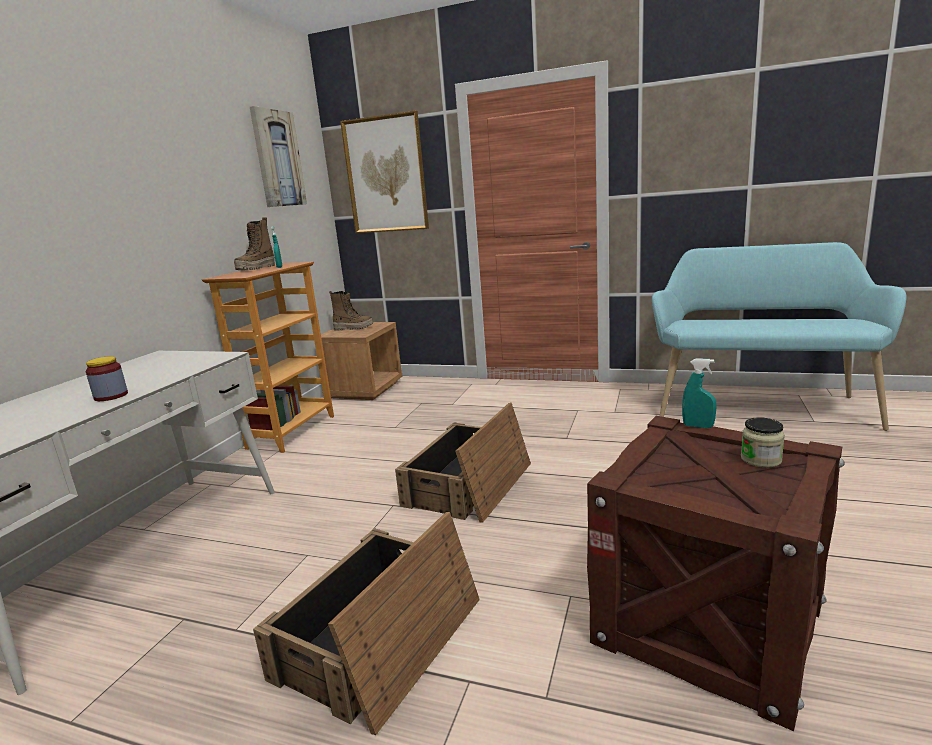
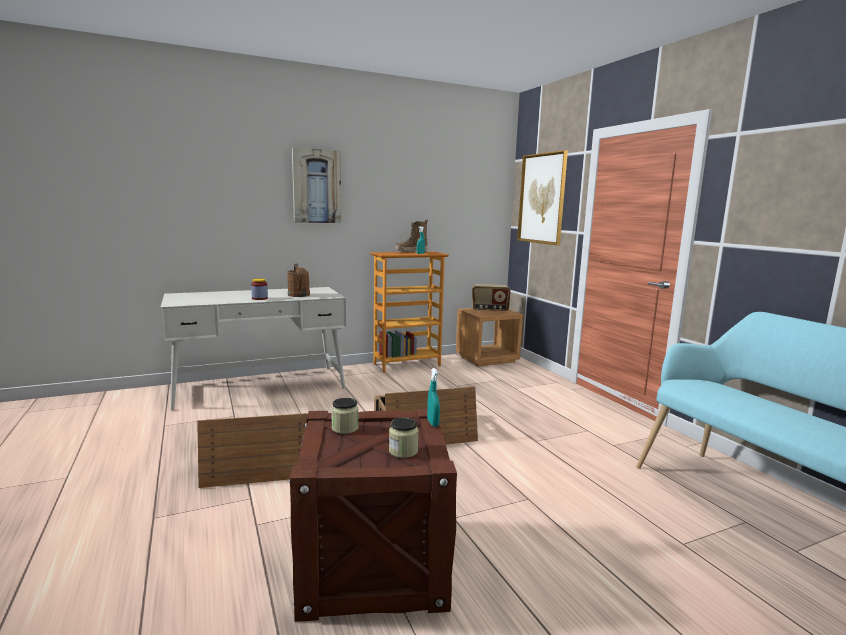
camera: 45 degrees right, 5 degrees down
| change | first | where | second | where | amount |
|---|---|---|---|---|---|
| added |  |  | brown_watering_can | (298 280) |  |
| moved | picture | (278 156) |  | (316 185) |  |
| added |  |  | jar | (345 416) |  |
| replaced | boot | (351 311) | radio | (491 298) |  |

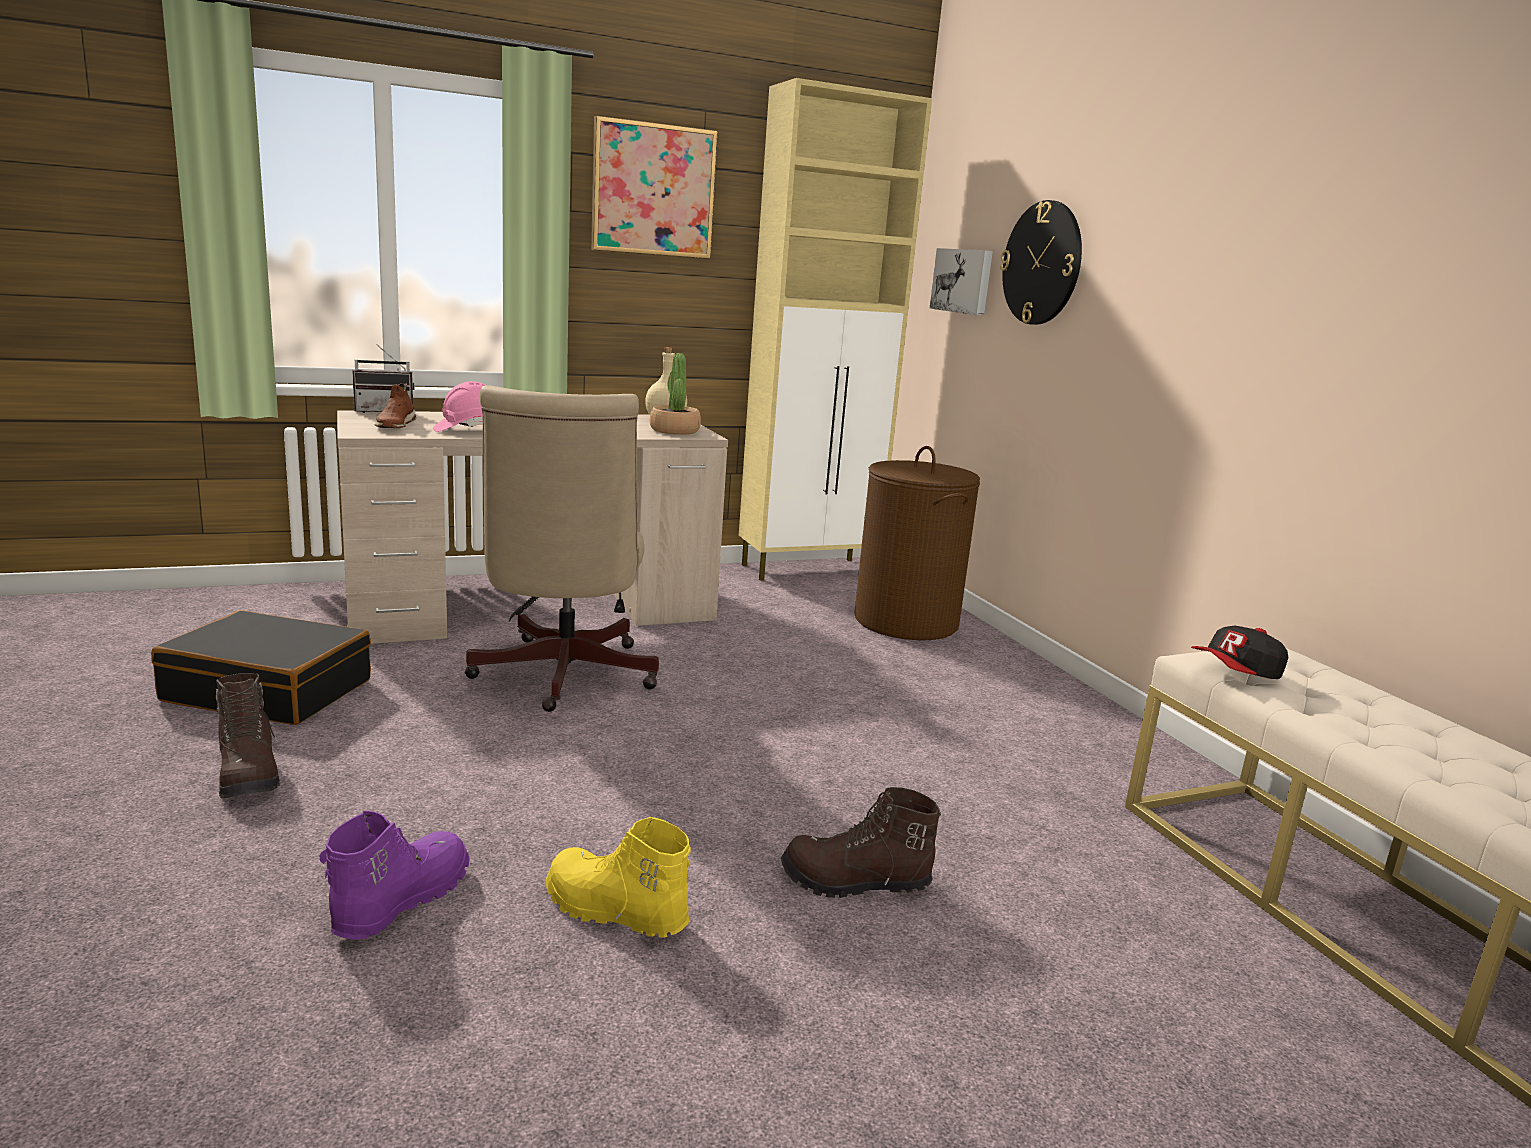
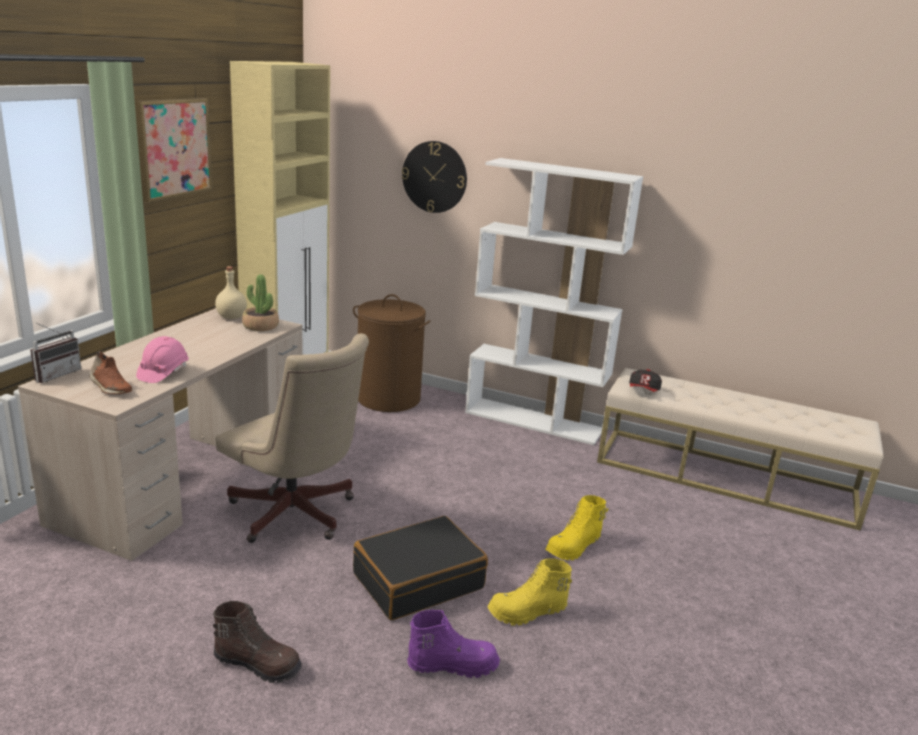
camera: 45 degrees left, 5 degrees up
| change | first | where | second | where | amount |
|---|---|---|---|---|---|
| moved | black_suitcase | (261 667) |  | (420 568) |  |
| turned | purple_boot | (394 875) |  | (453 644) | 105 degrees clockwise |
| added |  |  | white_bookcase | (554 301) |  |
| recoloured | brown_boot | (861 842) | yellow_boot | (577 527) |  |
| removed | picture | (961 282) |  |  |  |

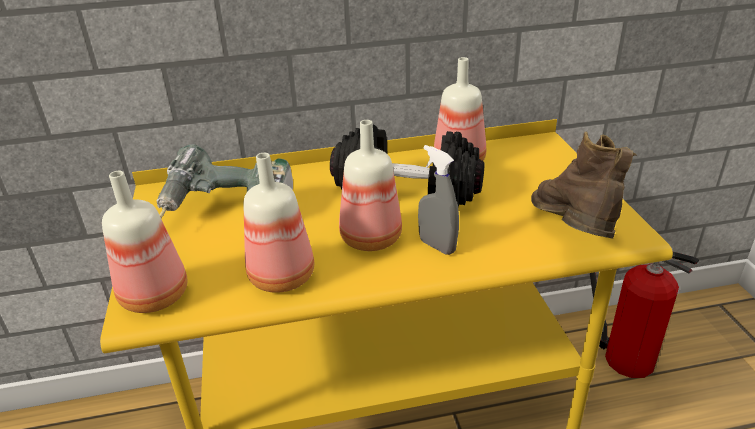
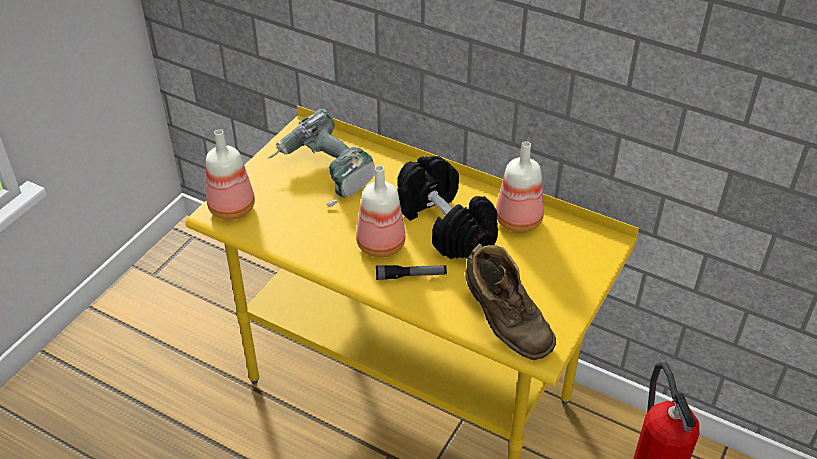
camera: 40 degrees right, 10 degrees up
| change | first | where | second | where | amount |
|---|---|---|---|---|---|
| replaced | grey_spray_bottle | (438 200) | flashlight | (411 272) |  |
| turned | brown_boot | (584 185) |  | (510 302) | 105 degrees clockwise |
| removed | bottle | (279 223) |  |  |  |

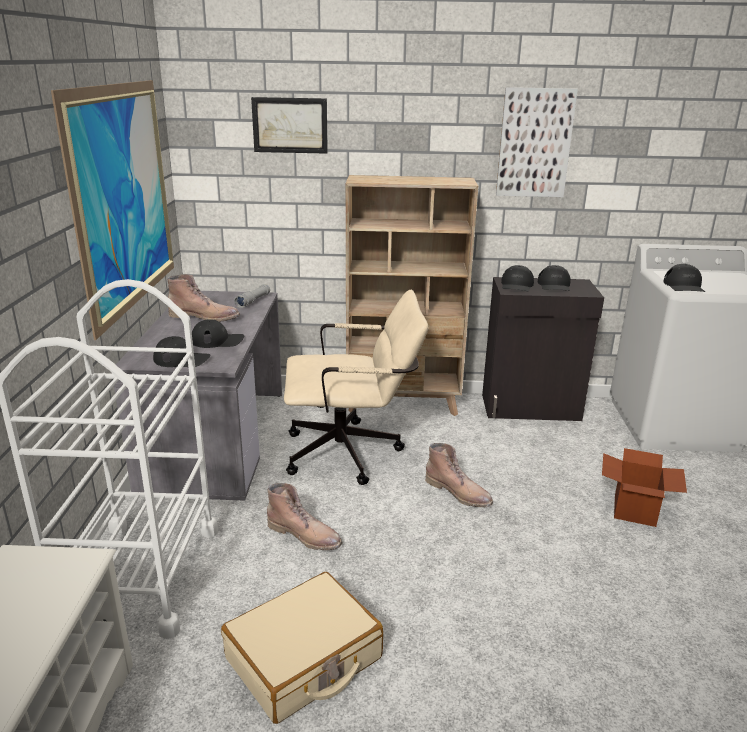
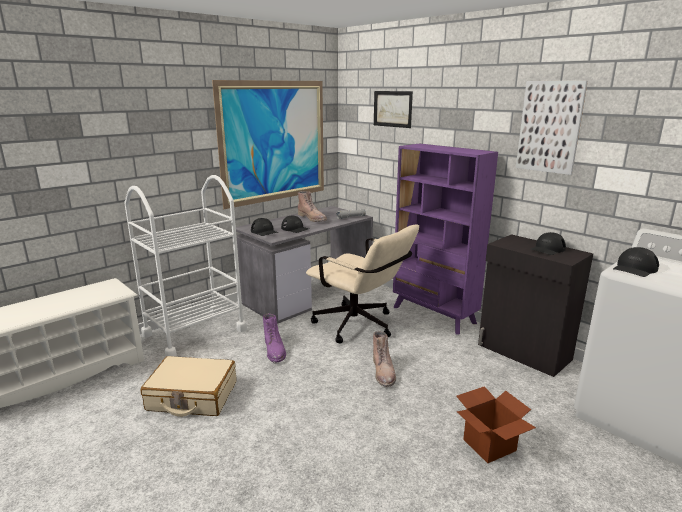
camera: 45 degrees right, 5 degrees down
| change | first | where | second | where | amount |
|---|---|---|---|---|---|
| recoloured | brown_boot | (304 516) | purple_boot | (274 337) |  |
| recoloured | beige_bookcase | (412 295) | purple_bookcase | (445 239) |  |
| removed | black_cap | (517 278) |  |  |  |

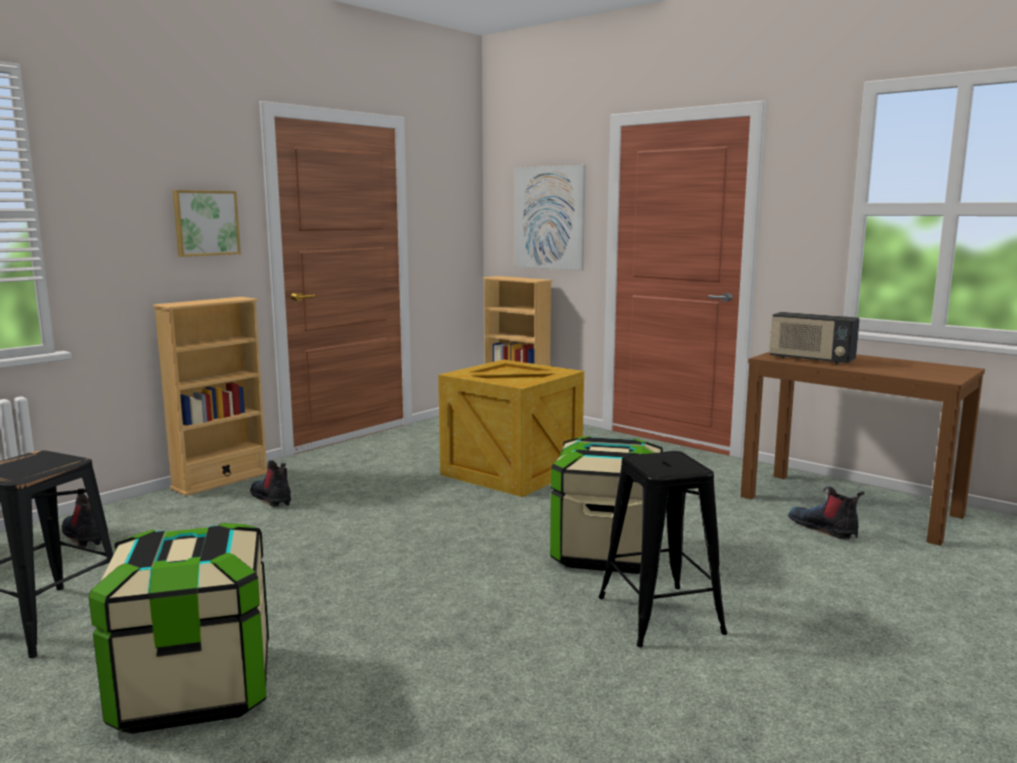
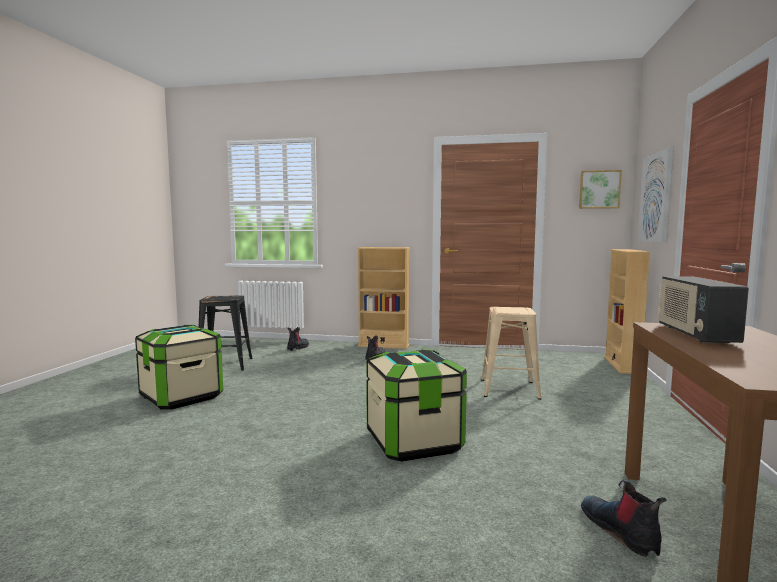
camera: 60 degrees right, 5 degrees down
| change | first | where | second | where | amount |
|---|---|---|---|---|---|
| replaced | crate | (511 428) | beige_stool | (511 353) |  |
| moved | picture | (207 223) |  | (600 189) |  |
| turned | boot | (826 513) |  | (624 518) | 45 degrees counterclockwise |
| removed | black_stool | (663 549) |  |  |  |

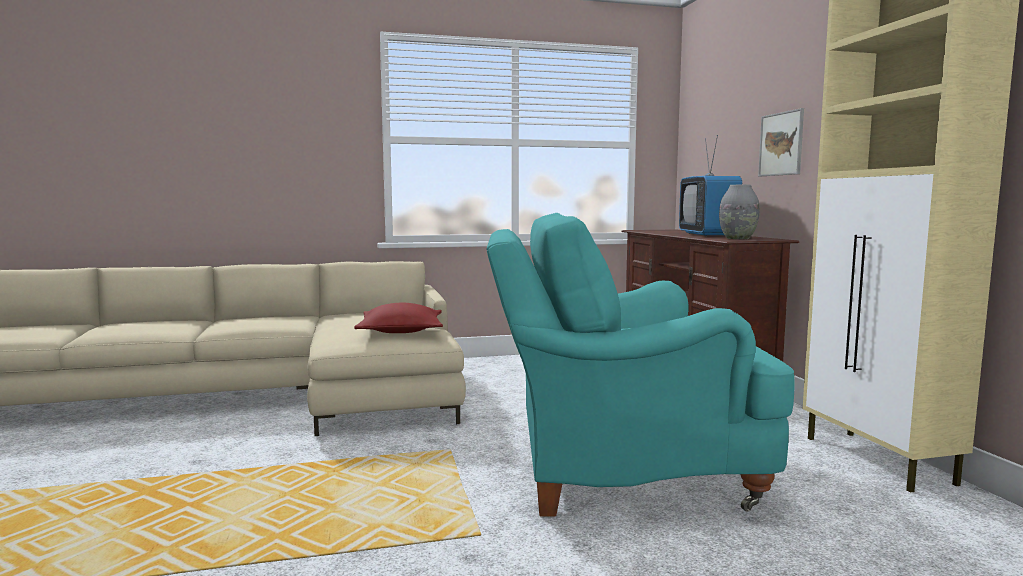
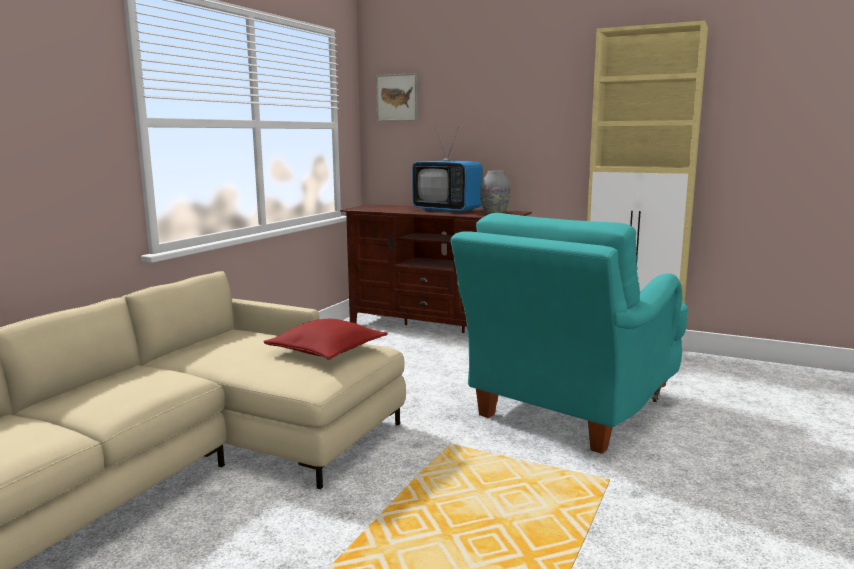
camera: 50 degrees left, 5 degrees up
| change | first | where | second | where | amount |
|---|---|---|---|---|---|
| moved | picture | (781 142) |  | (396 97) |  |

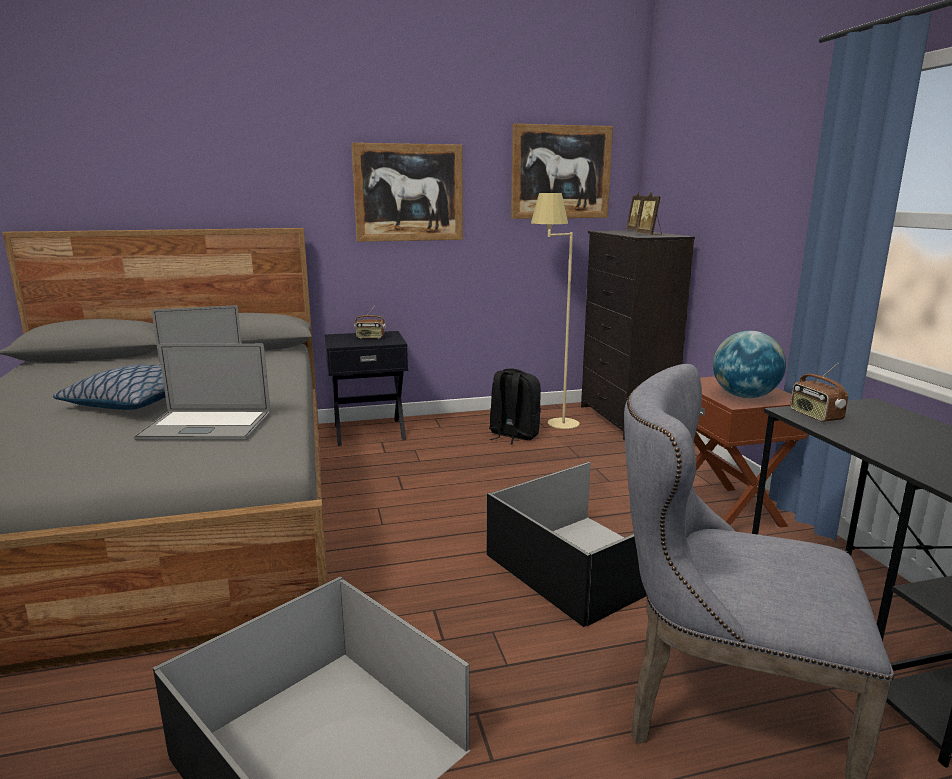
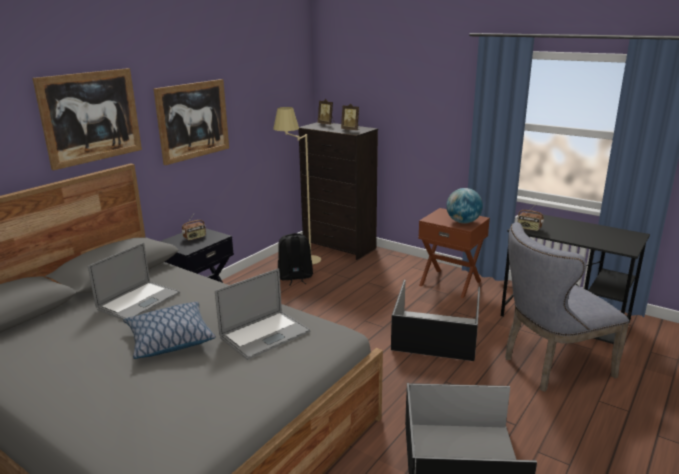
camera: 40 degrees left, 5 degrees up
| change | first | where | second | where | amount |
|---|---|---|---|---|---|
| moved | picture | (562 171) |  | (87 119) |  |

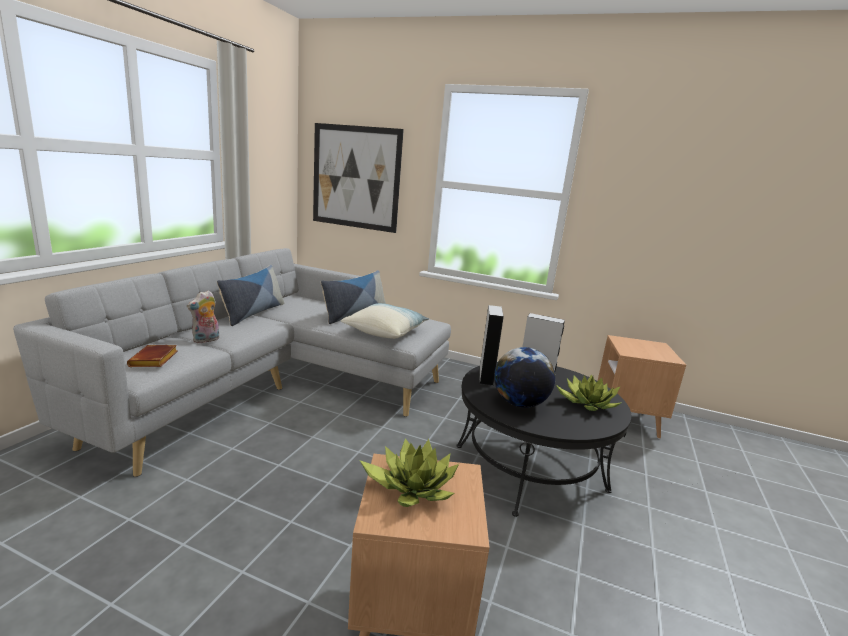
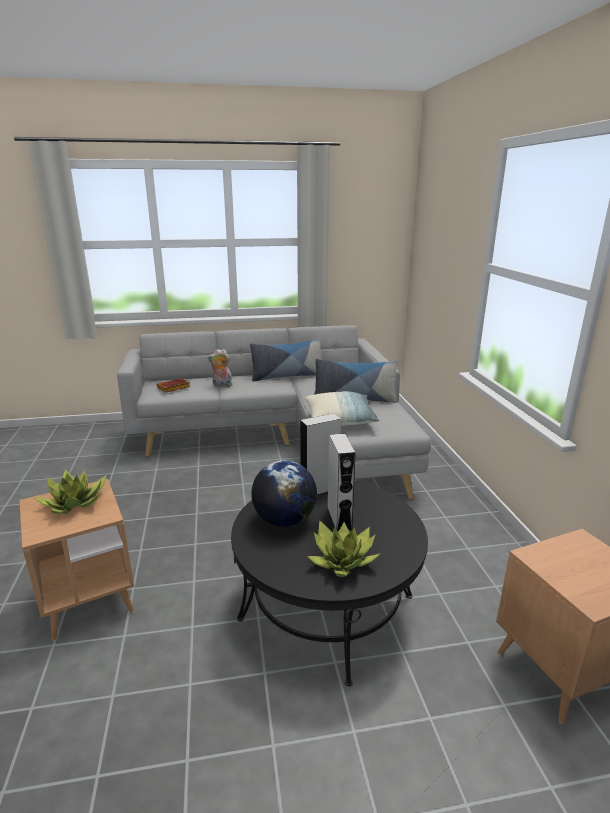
camera: 60 degrees right, 5 degrees up
| change | first | where | second | where | amount |
|---|---|---|---|---|---|
| removed | picture | (358 178) |  |  |  |

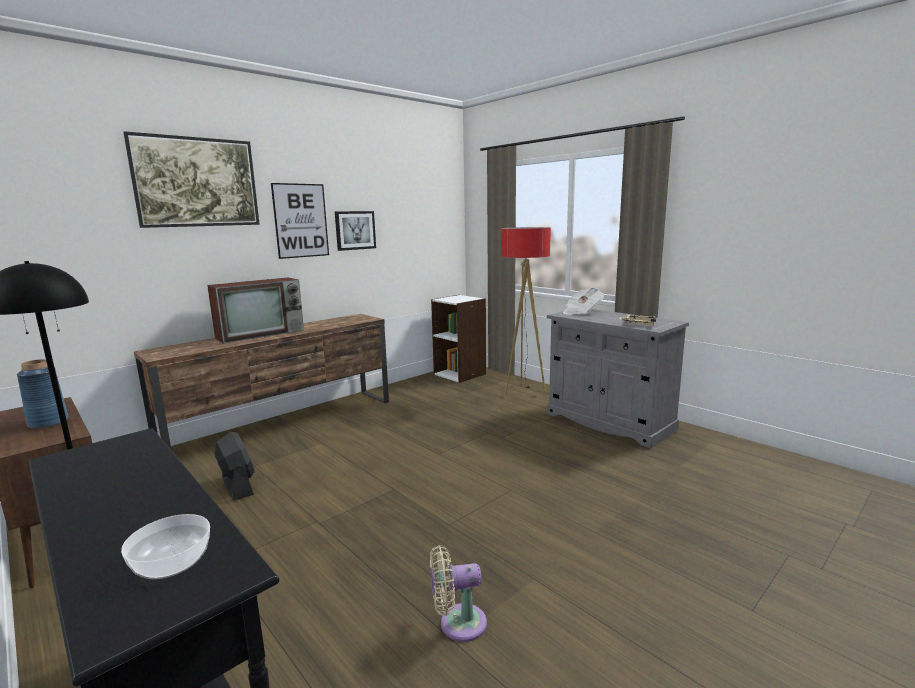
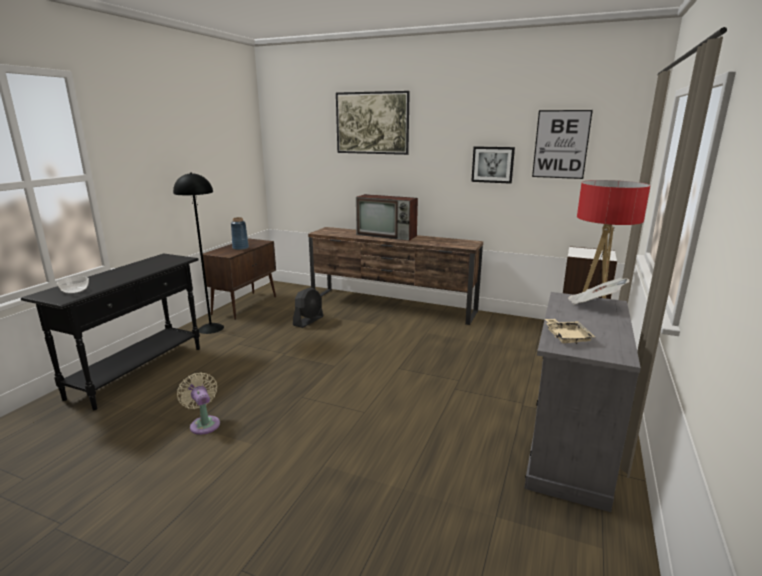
camera: 65 degrees right, 5 degrees up
| change | first | where | second | where | amount |
|---|---|---|---|---|---|
| moved | picture | (300 221) |  | (562 144) |  |

